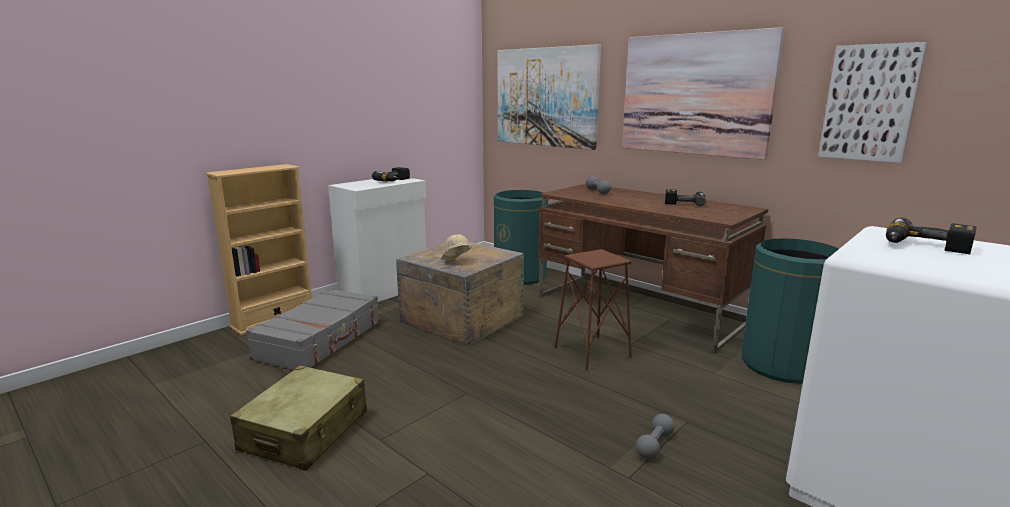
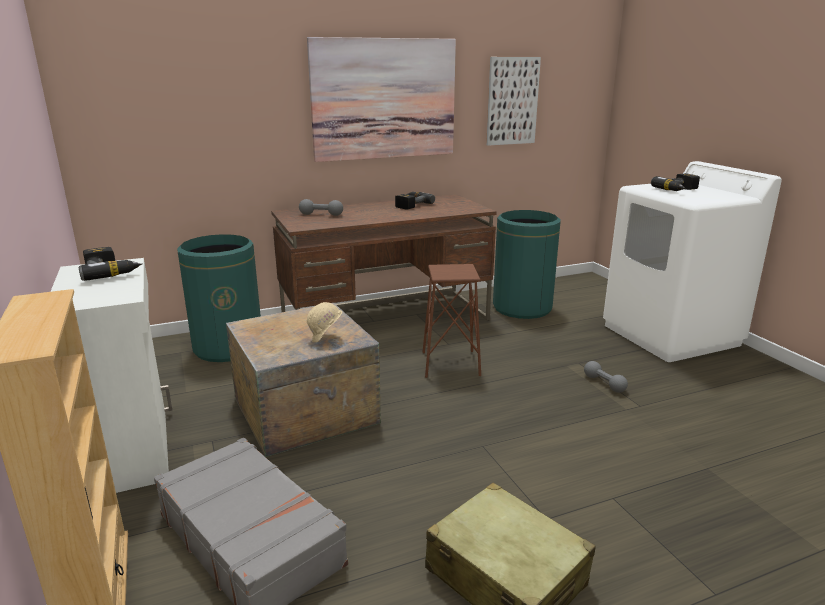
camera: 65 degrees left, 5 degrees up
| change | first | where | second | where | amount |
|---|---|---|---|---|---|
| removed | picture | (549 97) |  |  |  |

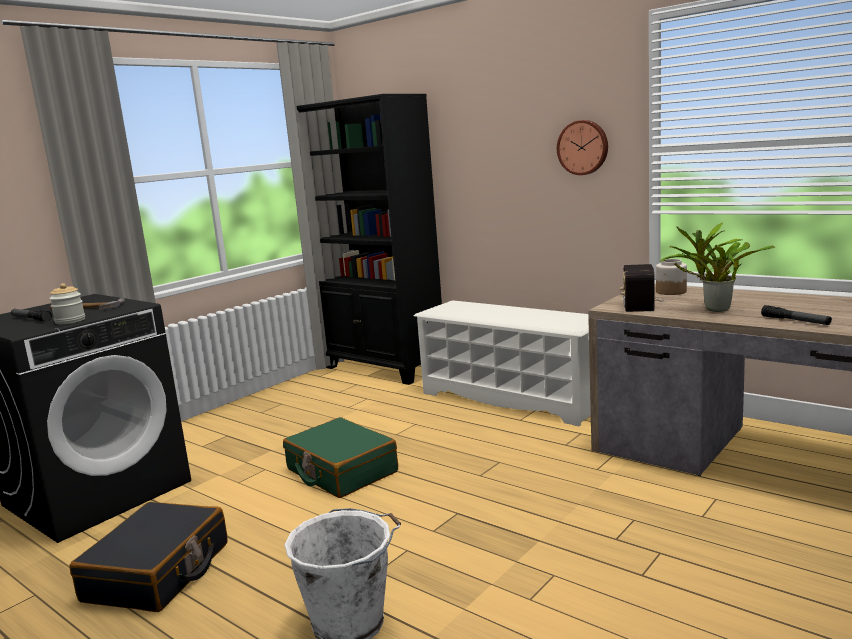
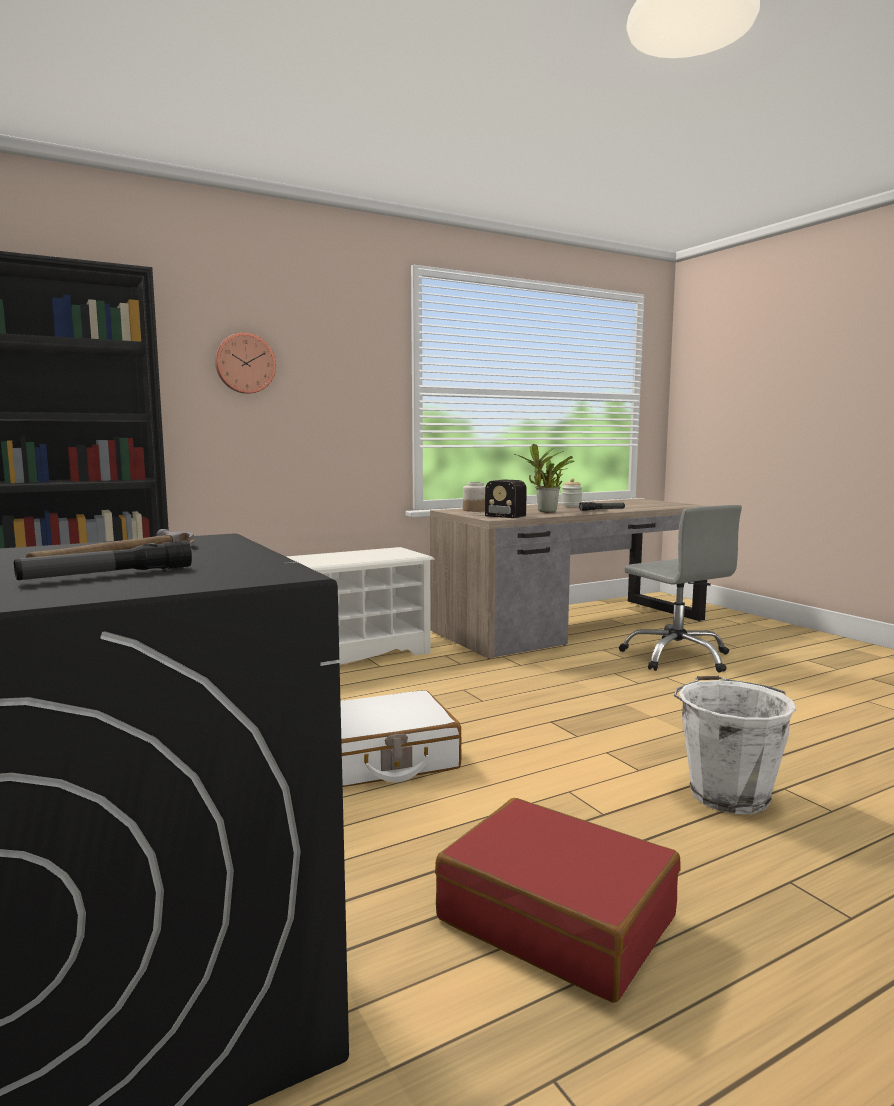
camera: 70 degrees left, 5 degrees down
| change | first | where | second | where | amount |
|---|---|---|---|---|---|
| moved | wall_clock | (582 147) |  | (245 363) |  |
| recoloured | green_suitcase | (340 457) | white_suitcase | (401 738) |  |
| recoloured | black_suitcase | (148 557) | red_suitcase | (558 900) |  |
| moved | jar | (67 303) |  | (571 492) |  |
| added |  |  | grey_office_chair | (680 589) |  |

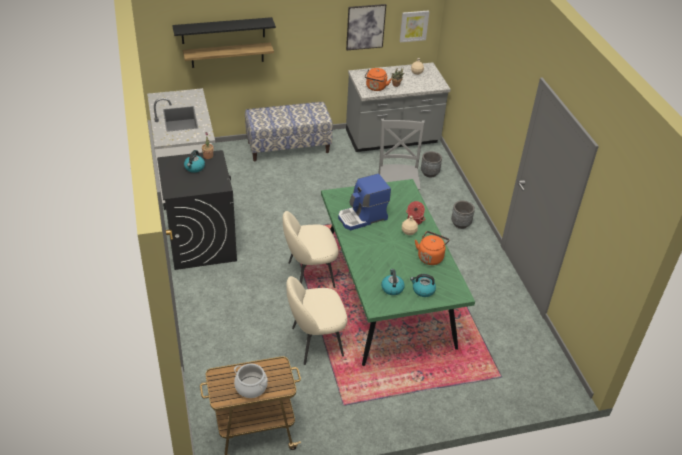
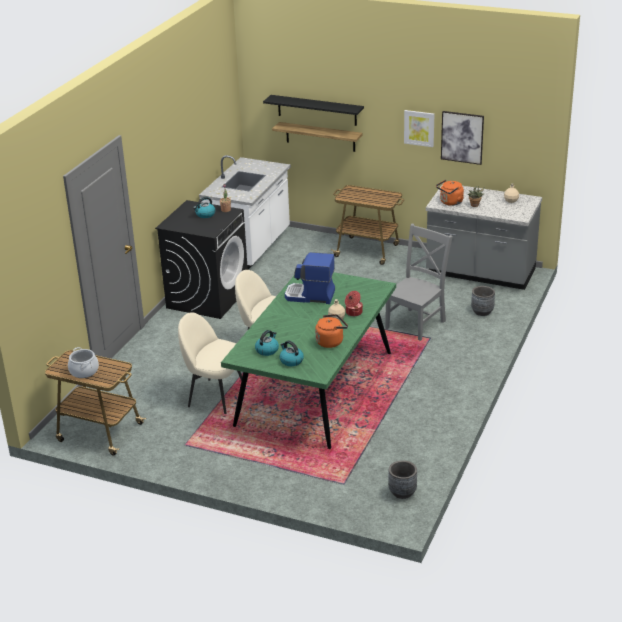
camera: 40 degrees right, 10 degrees down
| change | first | where | second | where | amount |
|---|---|---|---|---|---|
| replaced | bench | (289 131) | cart | (367 225) |  |
| moved | grey_planter | (463 215) |  | (402 479) |  |
| moved | picture | (414 26) |  | (419 128) |  |

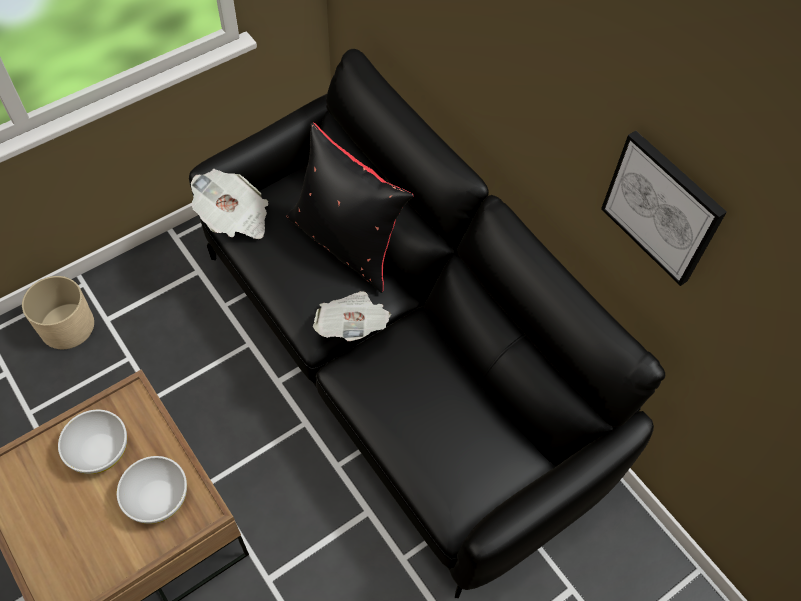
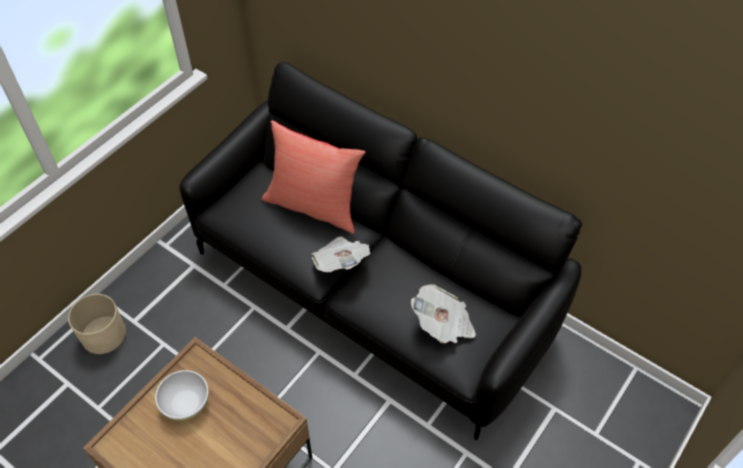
camera: 15 degrees left, 5 degrees down
| change | first | where | second | where | amount |
|---|---|---|---|---|---|
| recoloured | black_pillow | (350 207) | red_pillow | (314 177) |  |
| moved | newspaper | (229 204) |  | (443 313) |  |
| removed | white_bowl | (152 490) |  |  |  |
| removed | picture | (664 208) |  |  |  |

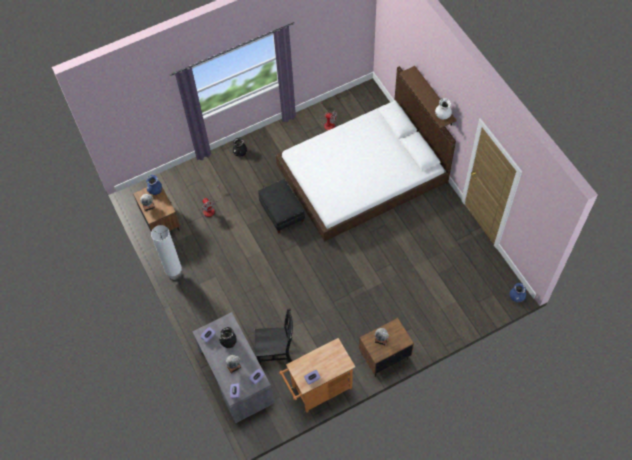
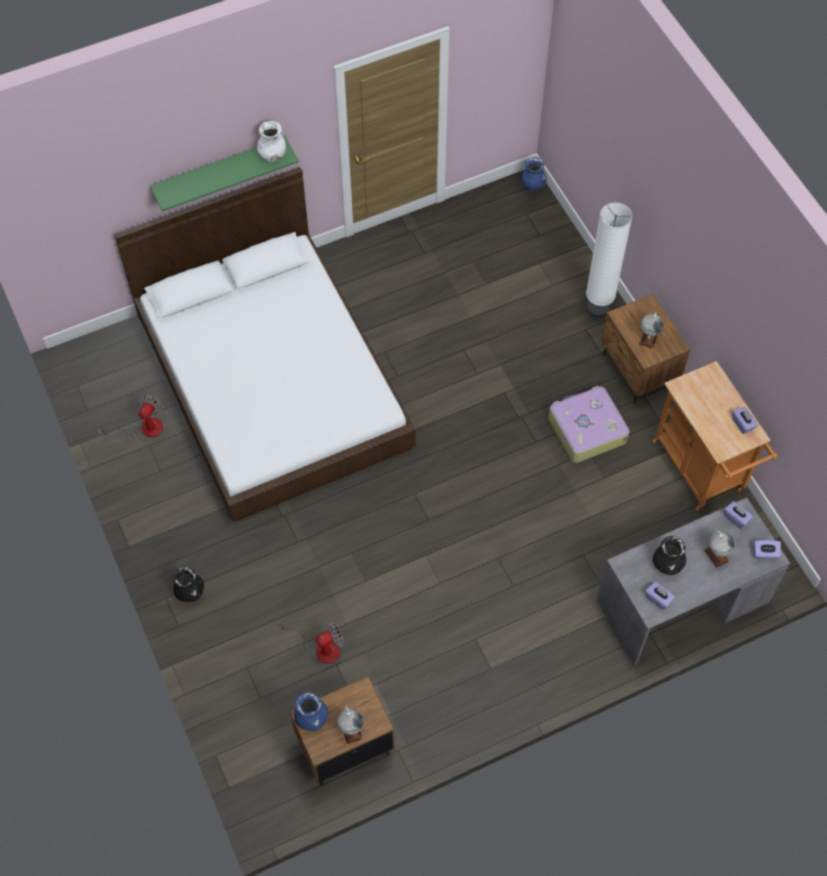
camera: 90 degrees left, 0 degrees up
| change | first | where | second | where | amount |
|---|---|---|---|---|---|
| recoloured | brown_shelf | (428 97) | green_shelf | (224 174) |  |
| added |  |  | suitcase | (588 424) |  |
| moved | white_floor_lamp | (166 253) |  | (609 260) |  |
| removed | black_chair | (274 337) |  |  |  |
| removed | black_ottoman | (281 206) |  |  |  |

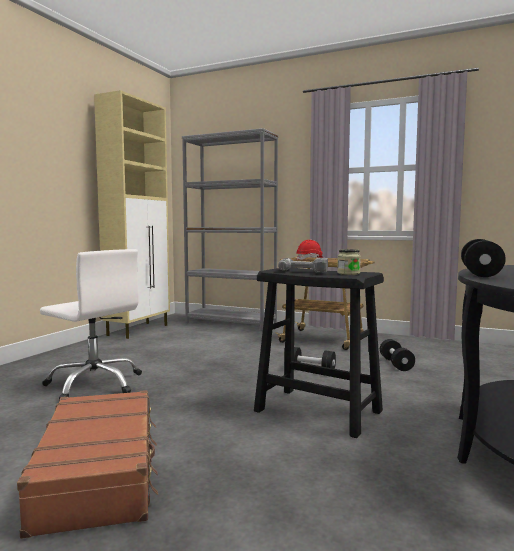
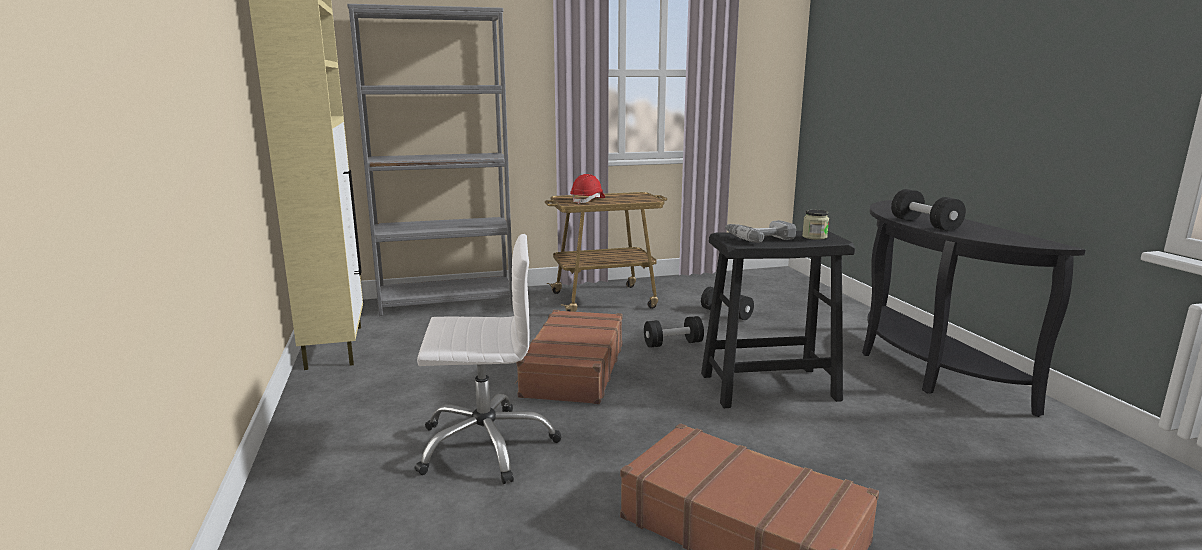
camera: 40 degrees left, 10 degrees up
| change | first | where | second | where | amount |
|---|---|---|---|---|---|
| added |  |  | brown_suitcase | (569 357) |  |

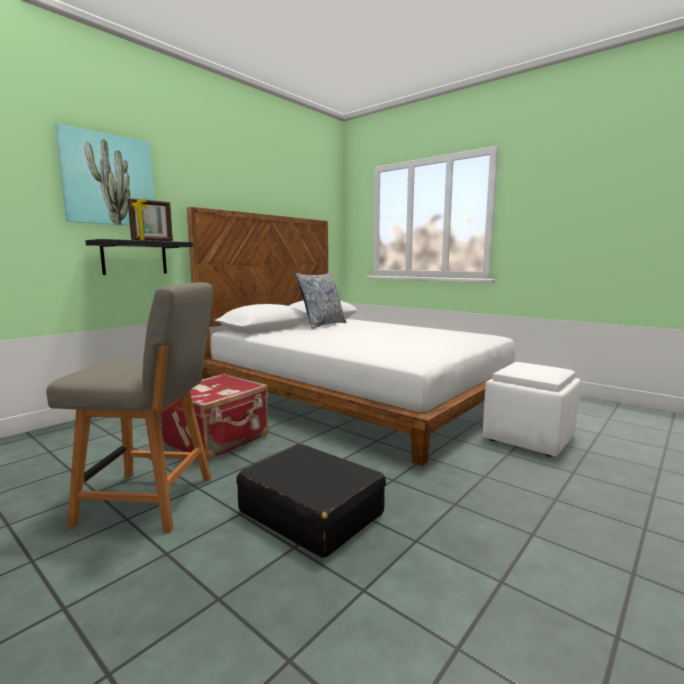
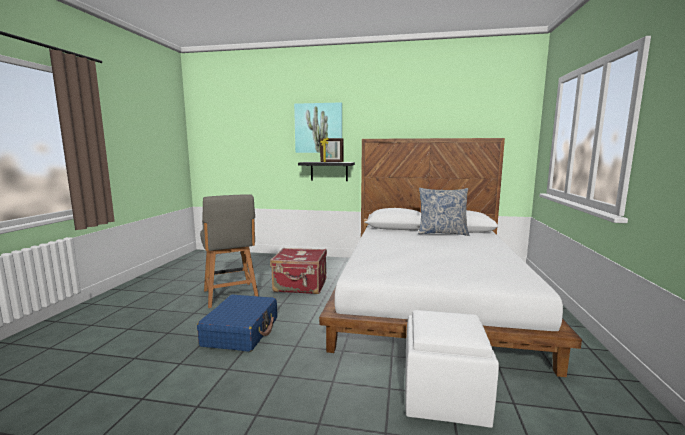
camera: 60 degrees right, 0 degrees up
| change | first | where | second | where | amount |
|---|---|---|---|---|---|
| recoloured | black_suitcase | (311 501) | blue_suitcase | (237 323) |  |

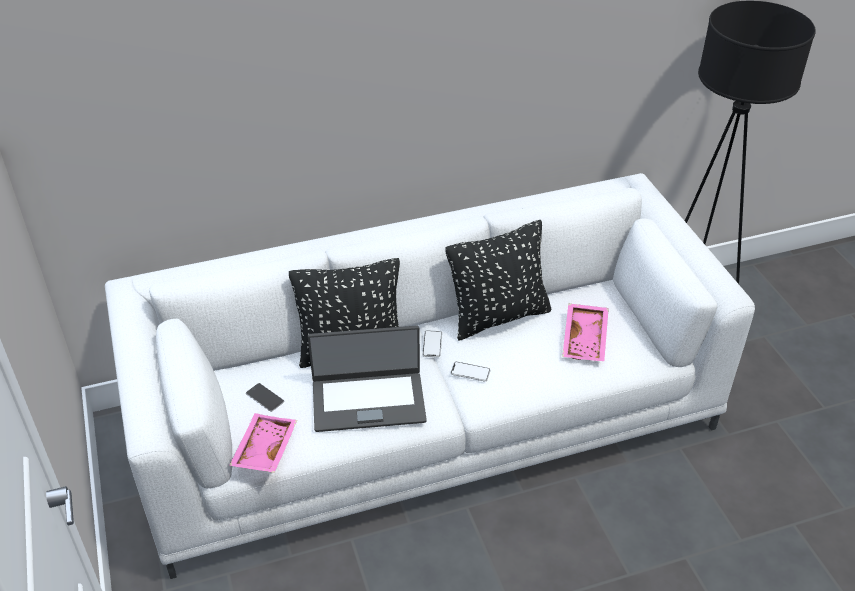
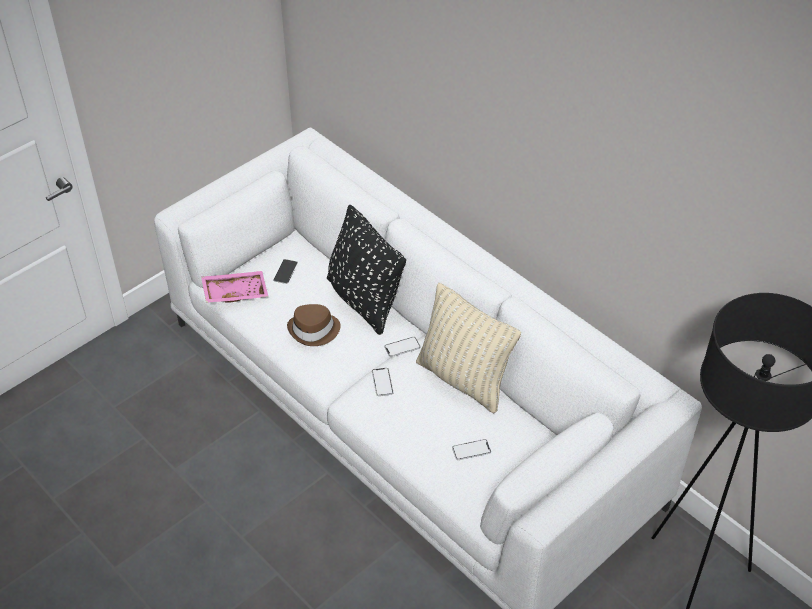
camera: 65 degrees right, 5 degrees up
| change | first | where | second | where | amount |
|---|---|---|---|---|---|
| replaced | laptop | (367 379) | brown_hat | (314 325) |  |
| recoloured | black_pillow | (498 280) | beige_pillow | (468 348) |  |
| replaced | pink_tray | (585 332) | phone | (471 449) |  |

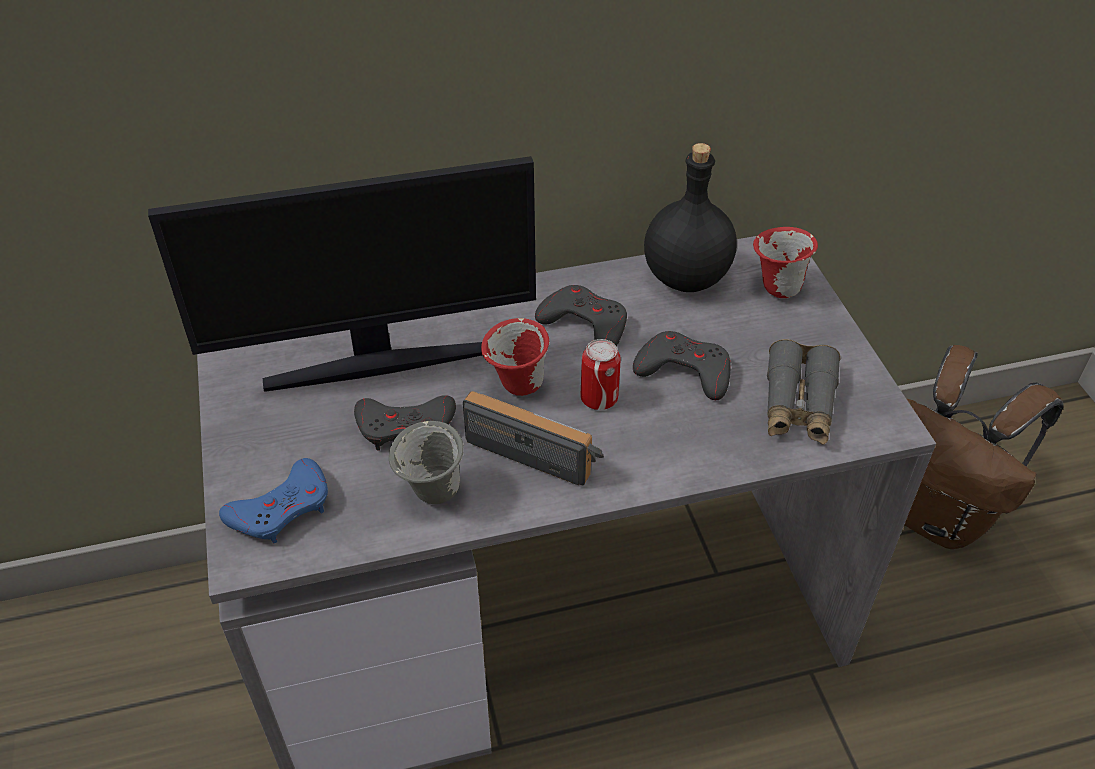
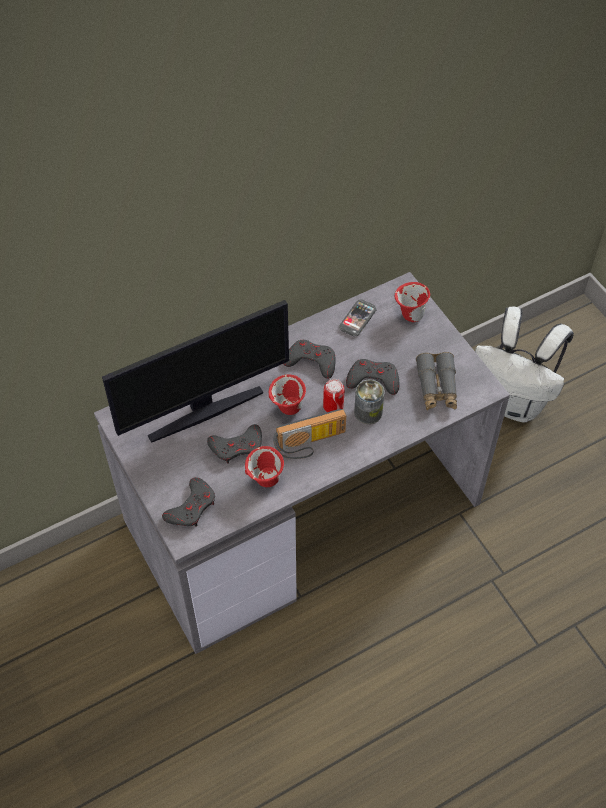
camera: 15 degrees left, 10 degrees up
| change | first | where | second | where | amount |
|---|---|---|---|---|---|
| recoloured | blue_game_controller | (273 500) | grey_game_controller | (188 501) |  |
| recoloured | grey_mug | (426 462) | red_mug | (264 466) |  |
| turned | radio | (533 438) |  | (309 434) | 150 degrees clockwise |
| replaced | black_bottle | (690 217) | phone | (358 317) |  |
| added |  |  | can | (369 401) |  |
| recoloured | brown_backpack | (983 447) | white_backpack | (524 364) |  |

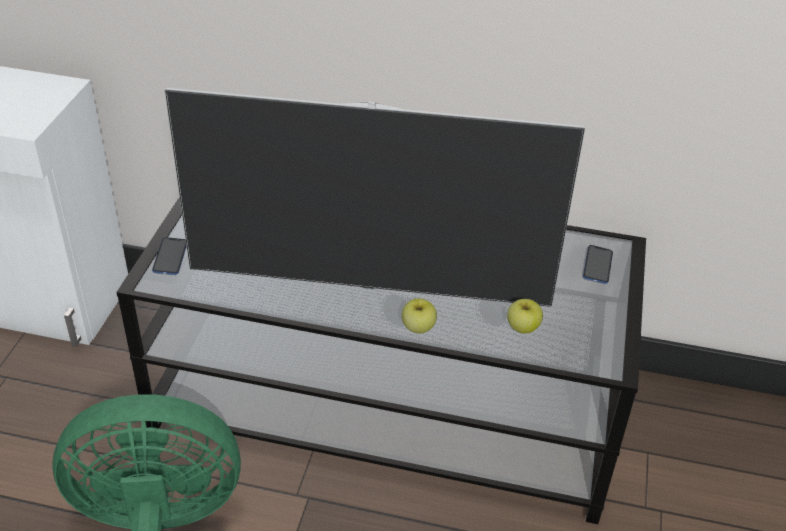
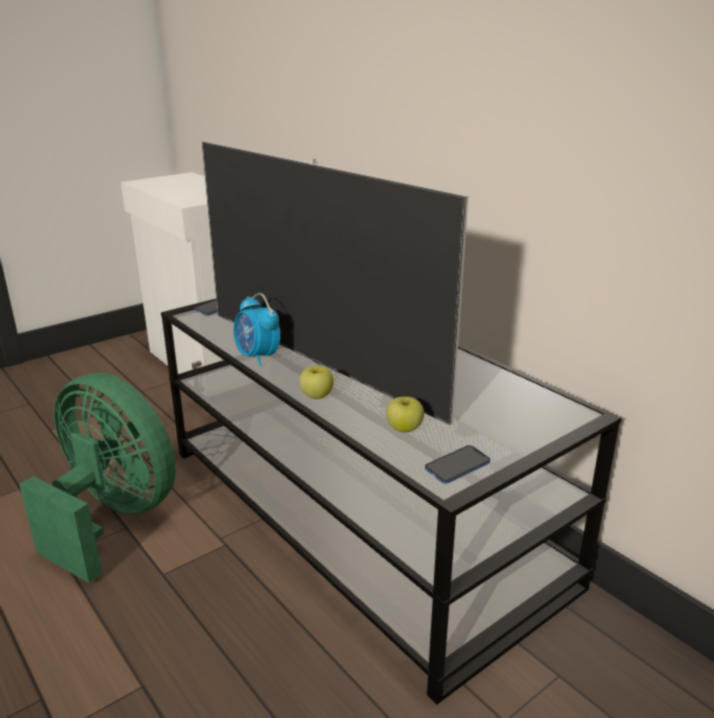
camera: 40 degrees right, 15 degrees down
| change | first | where | second | where | amount |
|---|---|---|---|---|---|
| added |  |  | alarm_clock | (257 329) |  |
| moved | phone | (598 264) |  | (457 464) |  |

